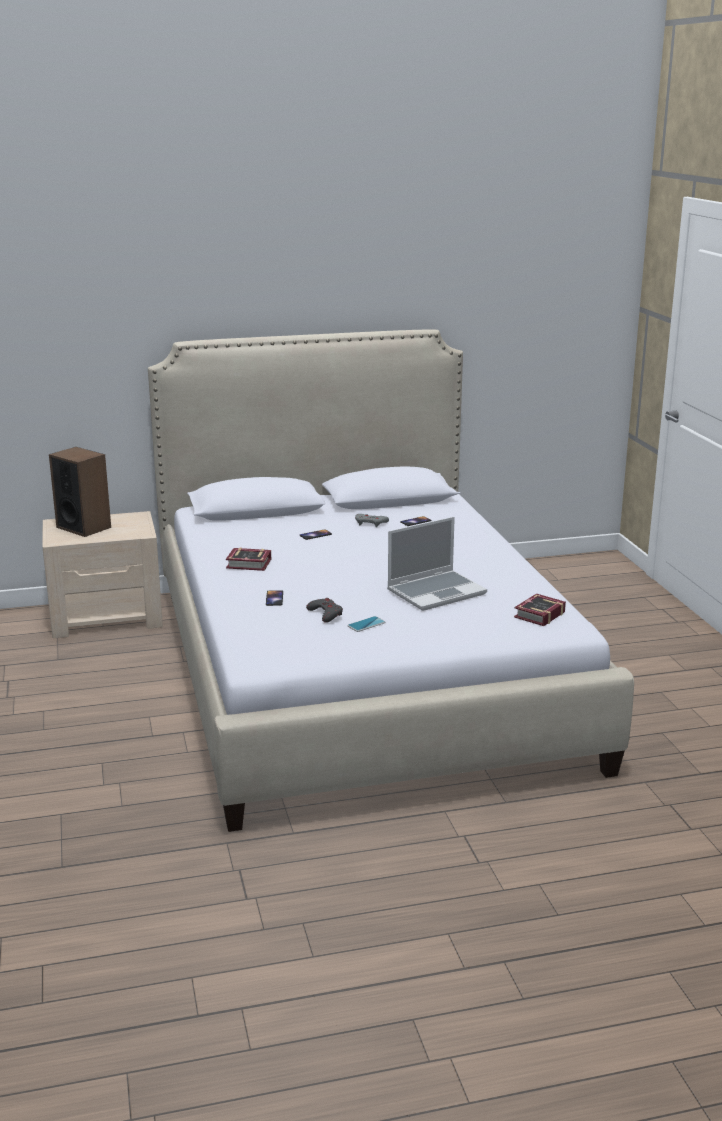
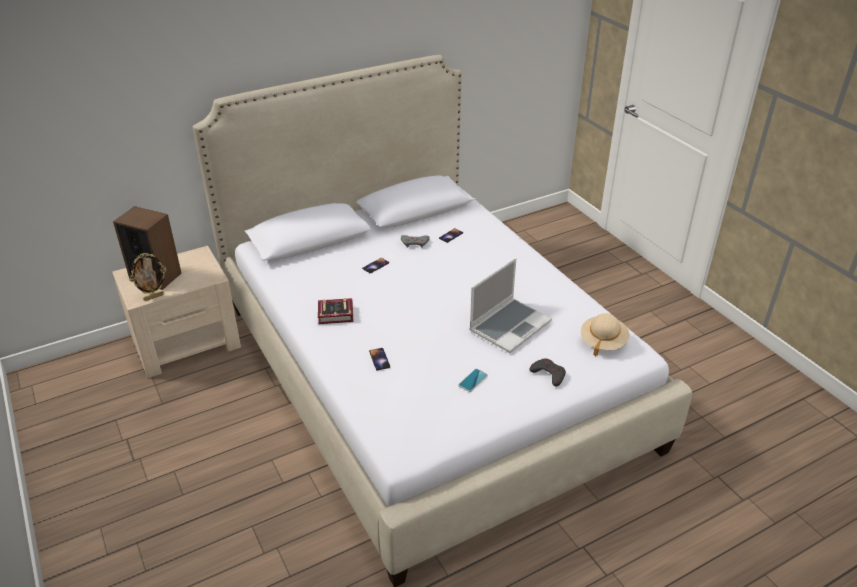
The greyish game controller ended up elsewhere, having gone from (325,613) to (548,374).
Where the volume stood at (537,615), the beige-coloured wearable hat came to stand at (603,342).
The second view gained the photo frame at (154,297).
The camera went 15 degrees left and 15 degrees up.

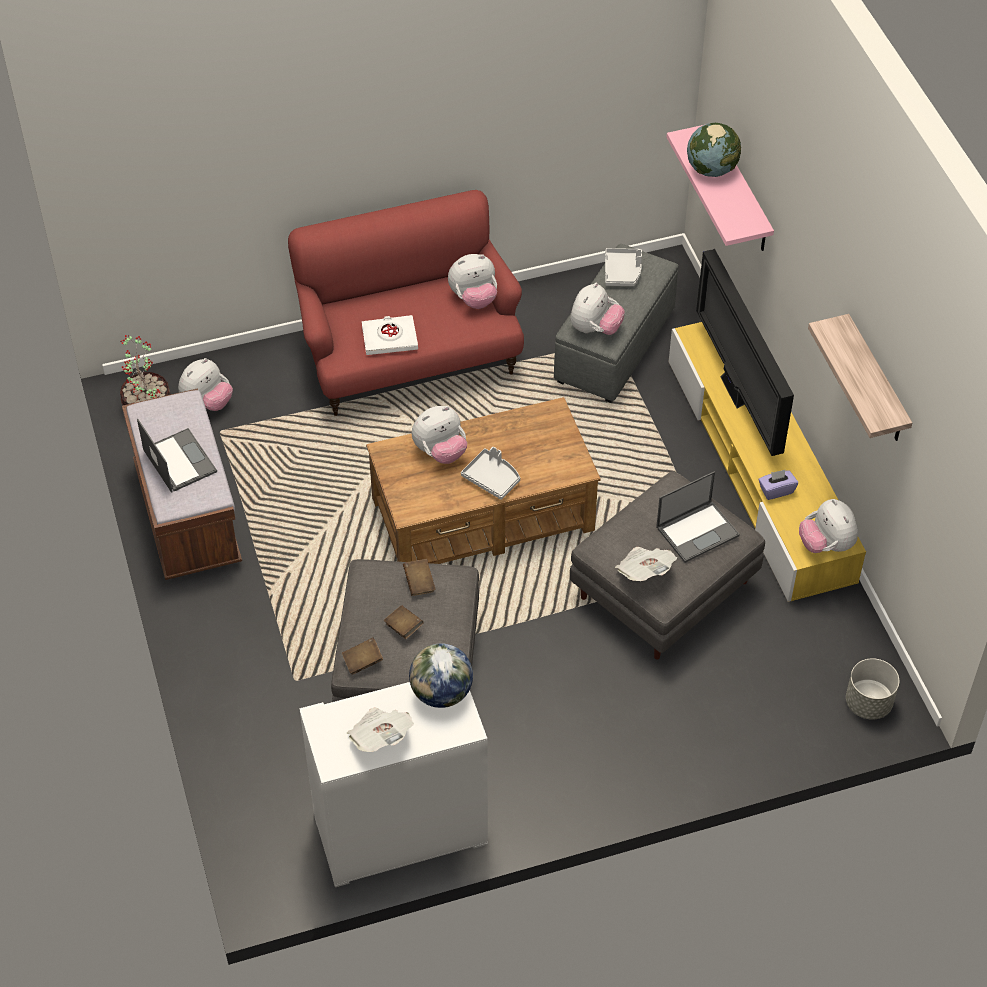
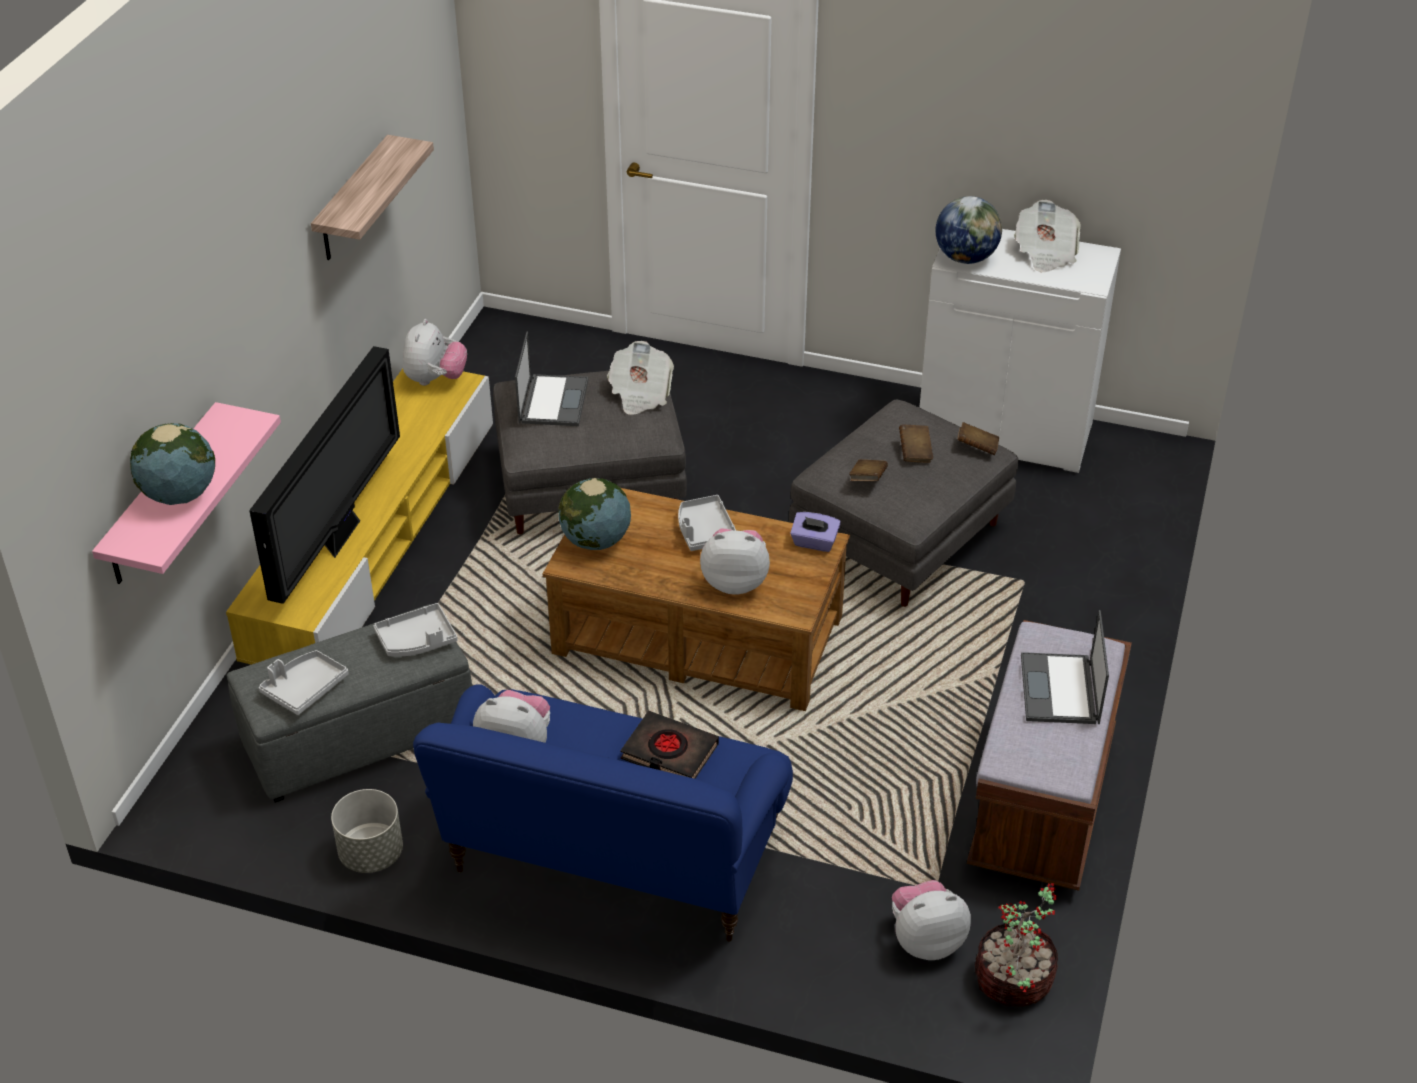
What was the red-coloured sofa at (409,358) turned into the blue sofa at (614,857).
What was the white volume at (390,338) turned into the black-coloured volume at (669,752).
Where the plush toy stood at (595,329), the greyish serving tray came to stand at (417,640).
The notebook computer at (698,531) ended up facing another way, 90 degrees clockwise from before.
The purple tissue holder ended up elsewhere, having gone from (776,490) to (814,543).
The greyish planter ended up elsewhere, having gone from (868,703) to (371,854).
The second view gained the desk globe at (595,541).
The camera went 145 degrees left and 10 degrees down.

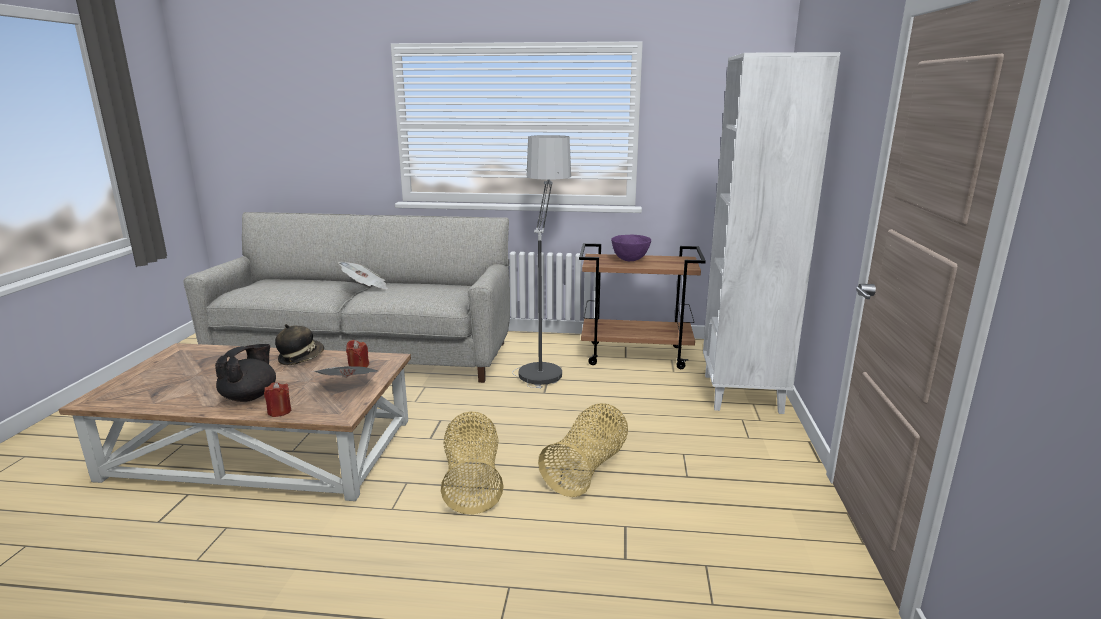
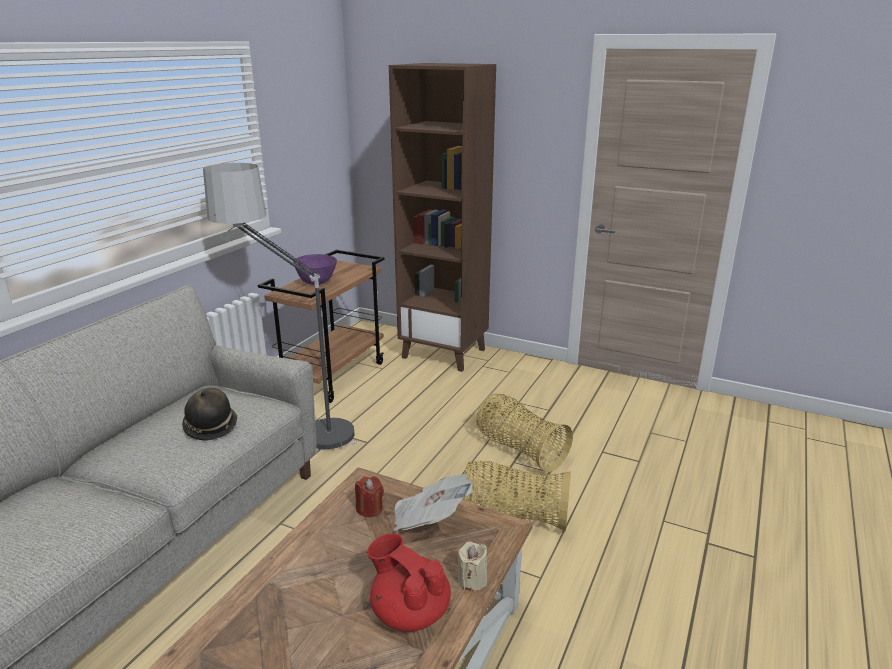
What was the black-coloured tea pot at (250,396) turned into the red-coloured tea pot at (409,611).
What was the red-coloured wax candle at (279,411) turned into the beige-coloured wax candle at (472,580).
The wearable hat ended up elsewhere, having gone from (301,358) to (211,427).
The second view lost the printed paper at (365,287).
What was the white bookshelf at (743,394) turned into the brown-coloured bookshelf at (444,353).
The camera went 70 degrees left and 5 degrees up.

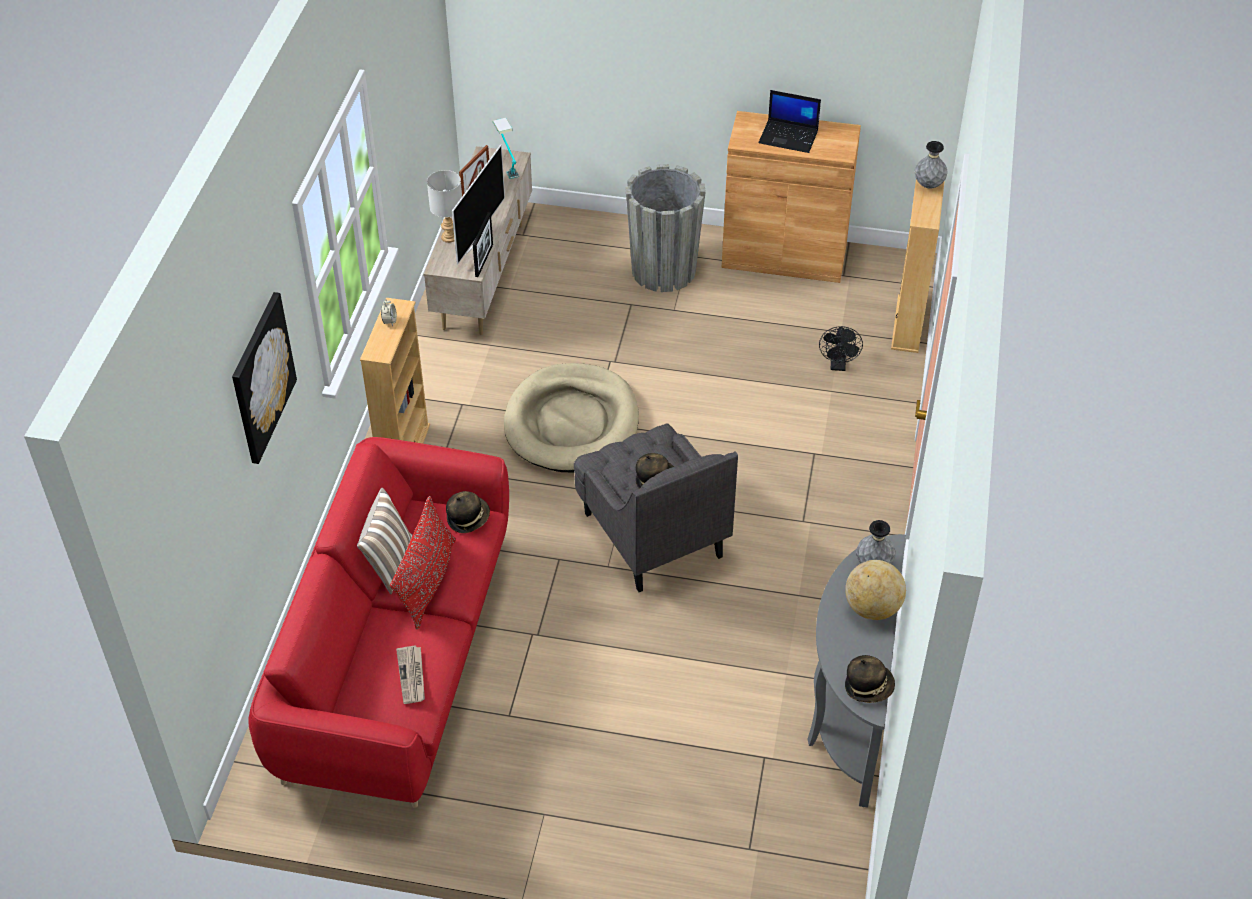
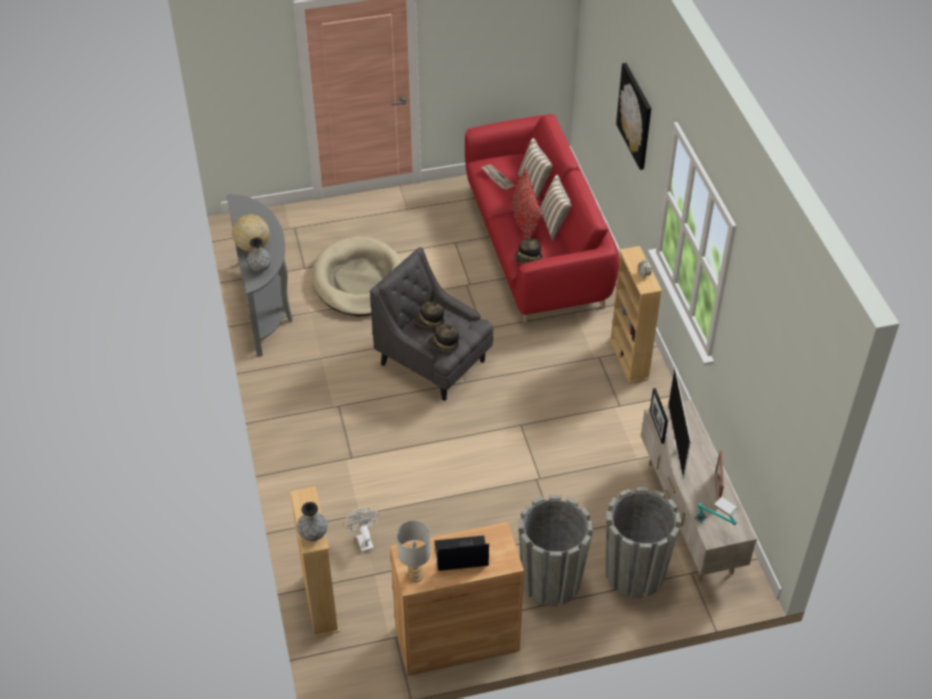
The greyish table lamp ended up elsewhere, having gone from (448,237) to (416,575).
The beige-coloured dog cushion ended up elsewhere, having gone from (572,423) to (359,281).
What was the black-coloured cooling fan at (838,365) turned into the white cooling fan at (363,540).
The wearable hat ended up elsewhere, having gone from (868,686) to (444,345).
The second view gained the cushion at (534,186).
The second view gained the greyish planter at (634,573).
The camera went 155 degrees right and 0 degrees up.

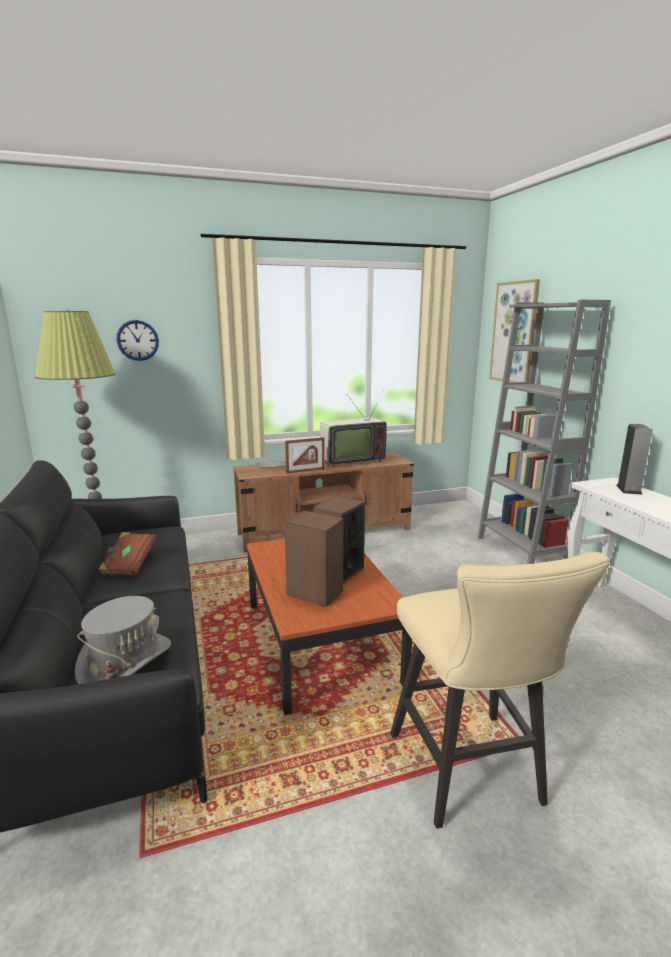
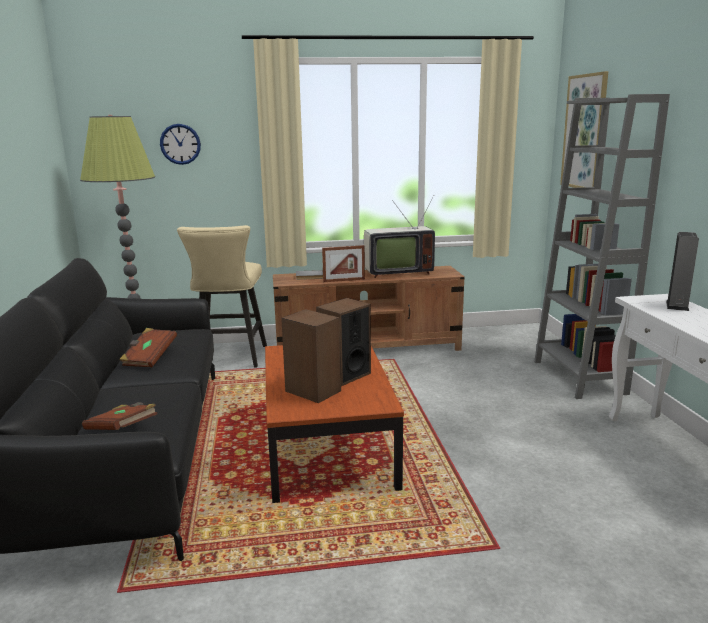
Where the greyish wearable hat stood at (125,661), the brown-coloured volume came to stand at (122,430).
The beige-coloured sitting stool ended up elsewhere, having gone from (470,776) to (230,359).
The camera went 10 degrees right and 0 degrees up.

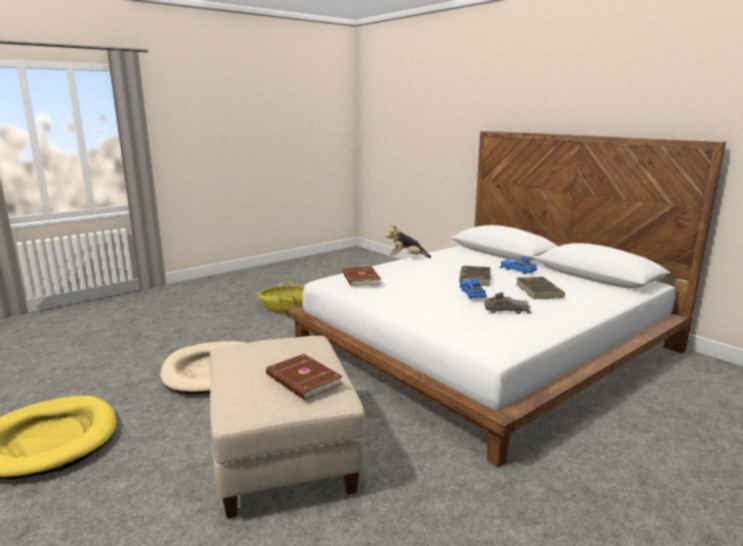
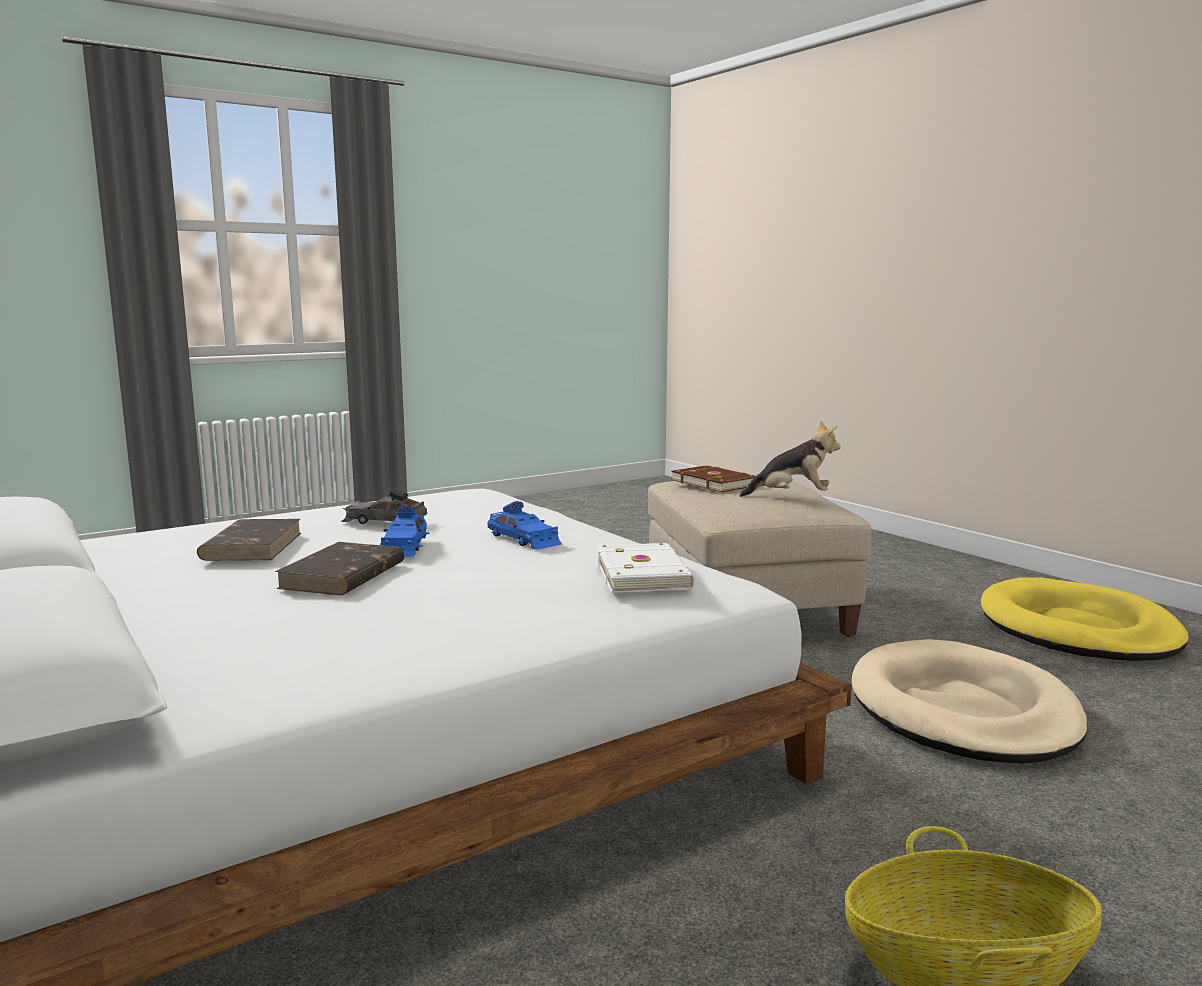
What was the brown-coloured volume at (360,278) turned into the white volume at (644,573).
The plush toy ended up elsewhere, having gone from (406,258) to (792,497).
The blue model car ended up elsewhere, having gone from (517,270) to (523,539).
The camera went 175 degrees left and 5 degrees down.

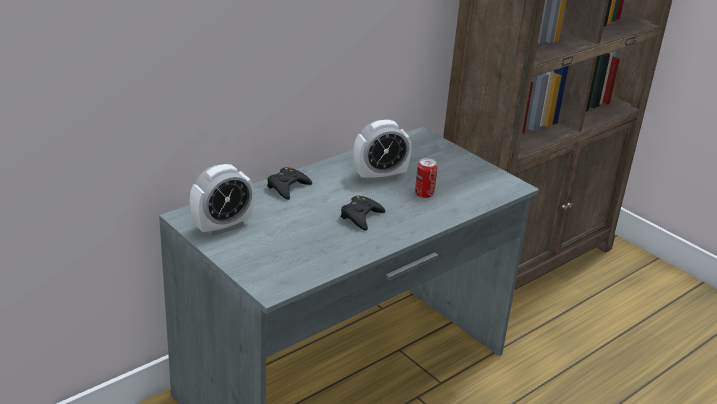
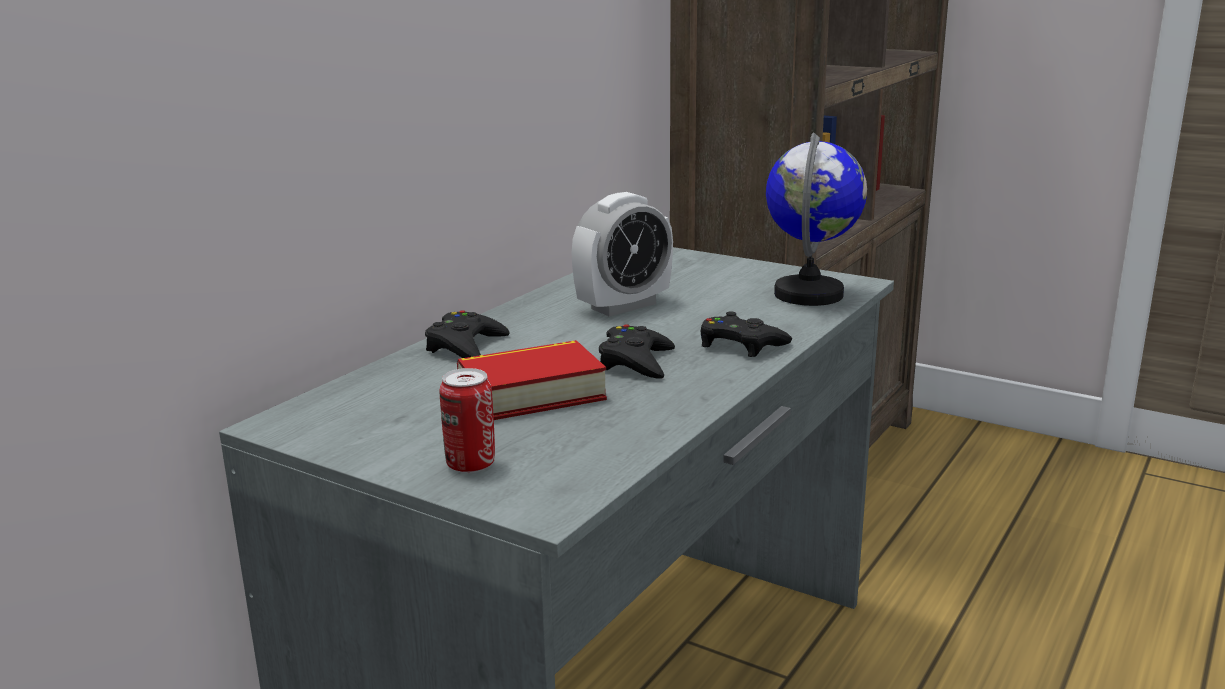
The second view lost the table clock at (222,227).
The can ended up elsewhere, having gone from (424,194) to (470,465).
The second view gained the volume at (531,394).
The second view gained the black-coloured game controller at (740,345).
The second view gained the desk globe at (809,294).
The camera went 15 degrees left and 10 degrees down.

